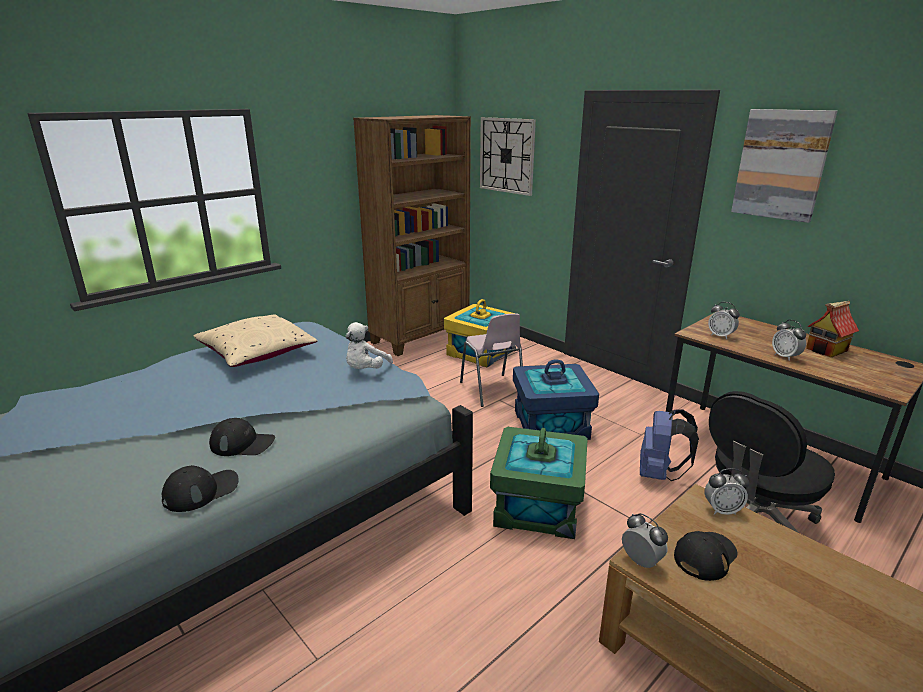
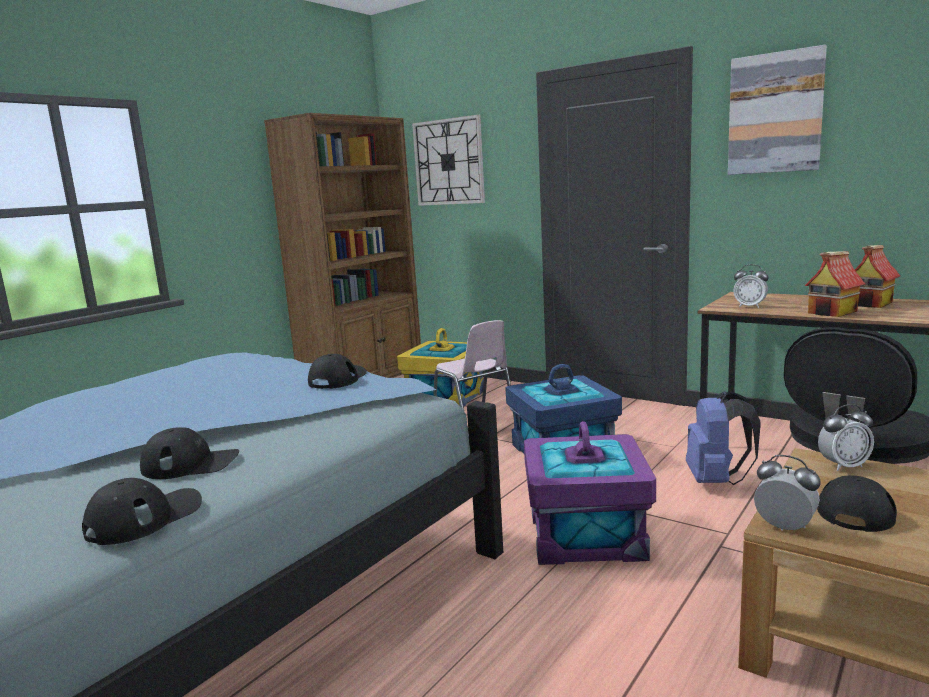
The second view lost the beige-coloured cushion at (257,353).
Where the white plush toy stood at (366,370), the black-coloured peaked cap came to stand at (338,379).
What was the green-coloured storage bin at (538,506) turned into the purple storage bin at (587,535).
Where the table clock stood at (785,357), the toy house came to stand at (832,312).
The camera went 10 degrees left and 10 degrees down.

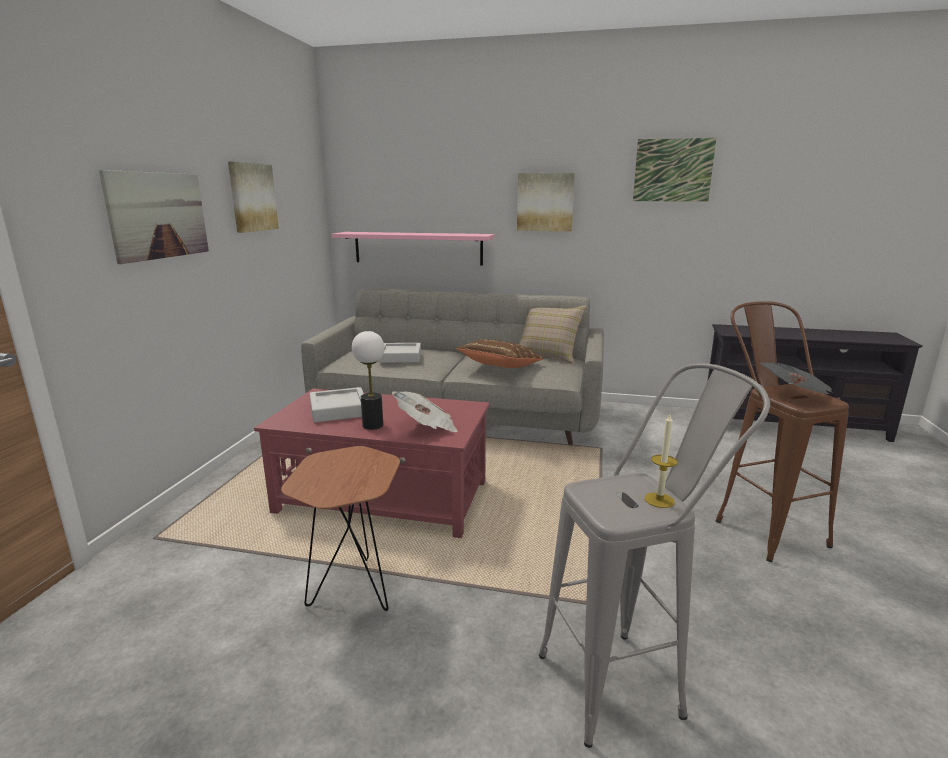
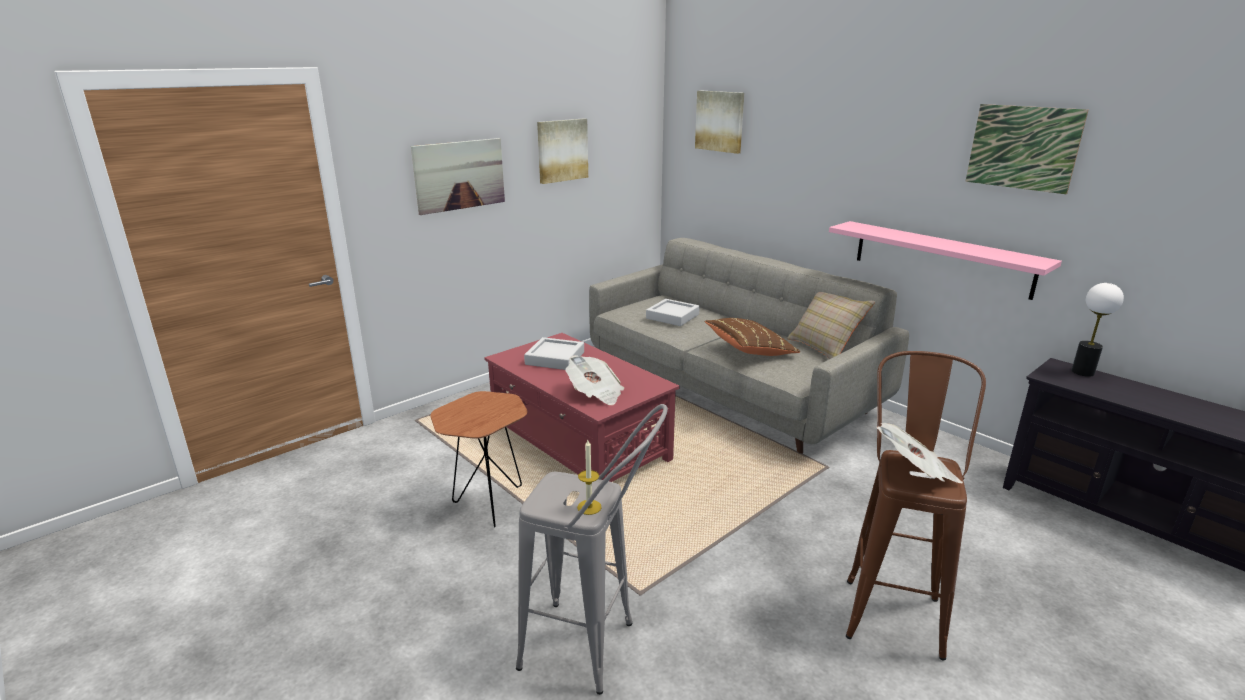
The pinkish bracket shelf ended up elsewhere, having gone from (418,248) to (941,258).
The table lamp ended up elsewhere, having gone from (373,425) to (1082,372).
The wall picture ended up elsewhere, having gone from (545,202) to (720,121).
The camera went 35 degrees right and 5 degrees up.

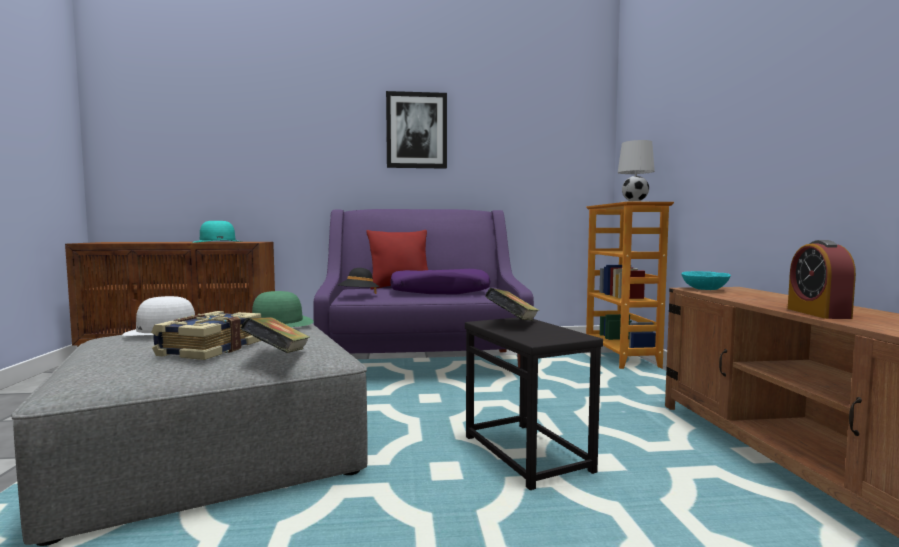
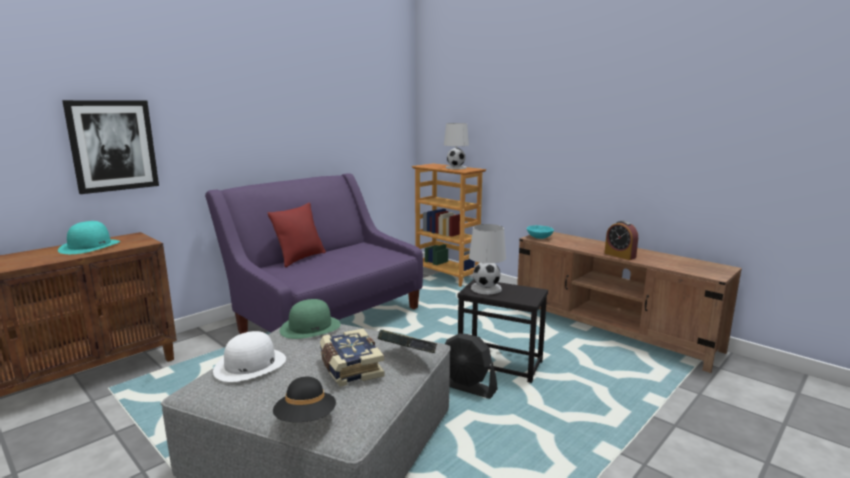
The black-coloured wearable hat ended up elsewhere, having gone from (359,296) to (306,419).
The wall picture ended up elsewhere, having gone from (416,130) to (113,145).
The second view lost the purple cushion at (440,292).
Where the volume stood at (513,324), the white table lamp came to stand at (486,288).
The second view gained the black-coloured cooling fan at (466,387).
The camera went 40 degrees left and 10 degrees up.

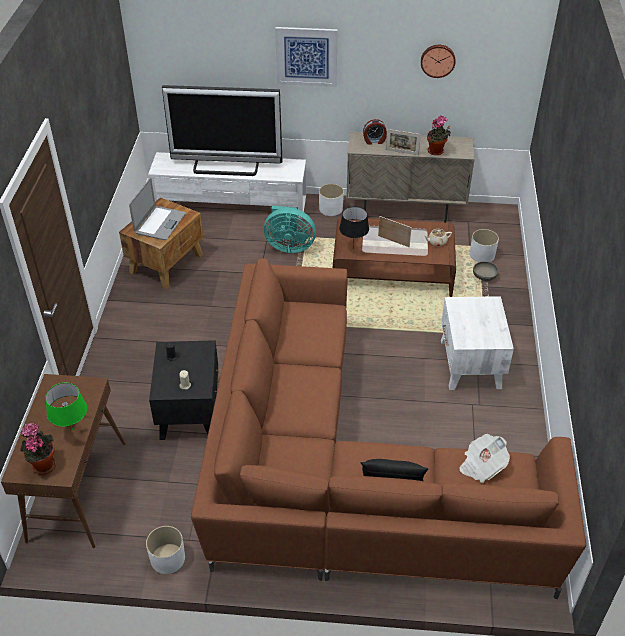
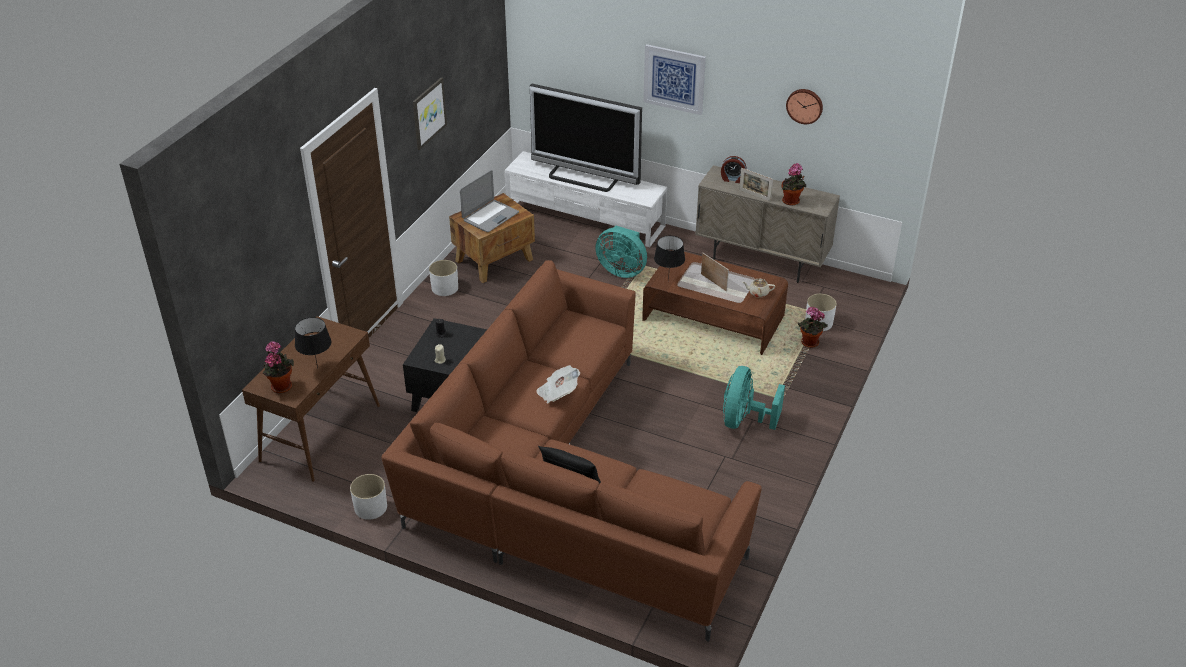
What was the green-coloured table lamp at (74,433) turned into the black-coloured table lamp at (318,368).
The white planter ended up elsewhere, having gone from (330,208) to (445,288).
Where the white side table stood at (470,364), the turquoise-coloured cooling fan came to stand at (744,420).
The printed paper ended up elsewhere, having gone from (482,465) to (558,392).
Where the greyish deep dish stood at (484,276), the plant in a pot came to stand at (809,343).
The second view gained the wall picture at (428,113).
The camera went 20 degrees right and 5 degrees down.

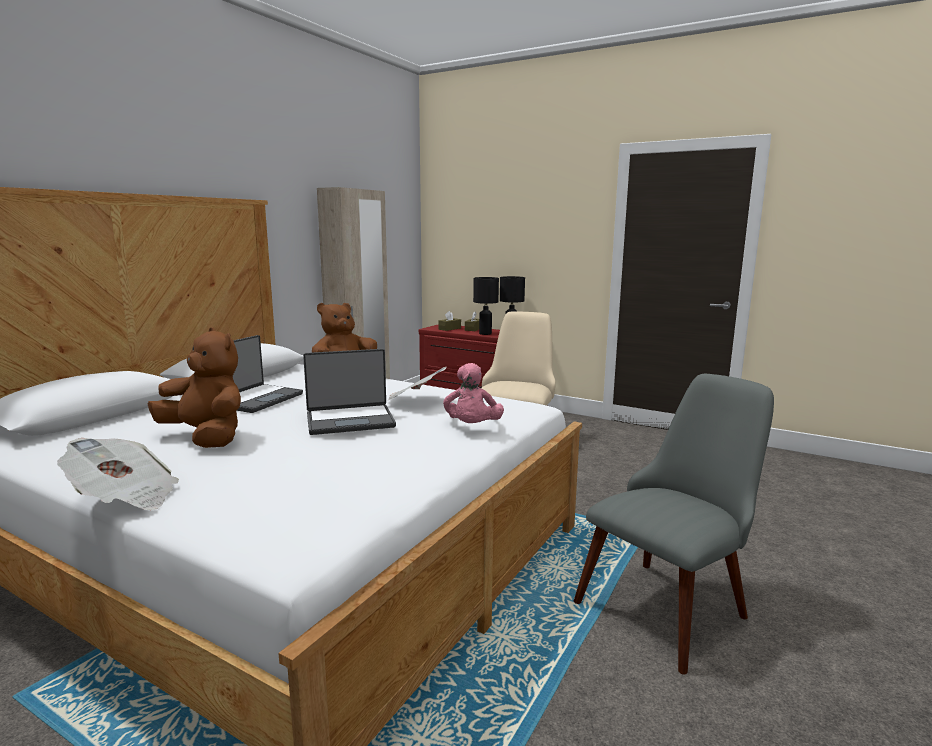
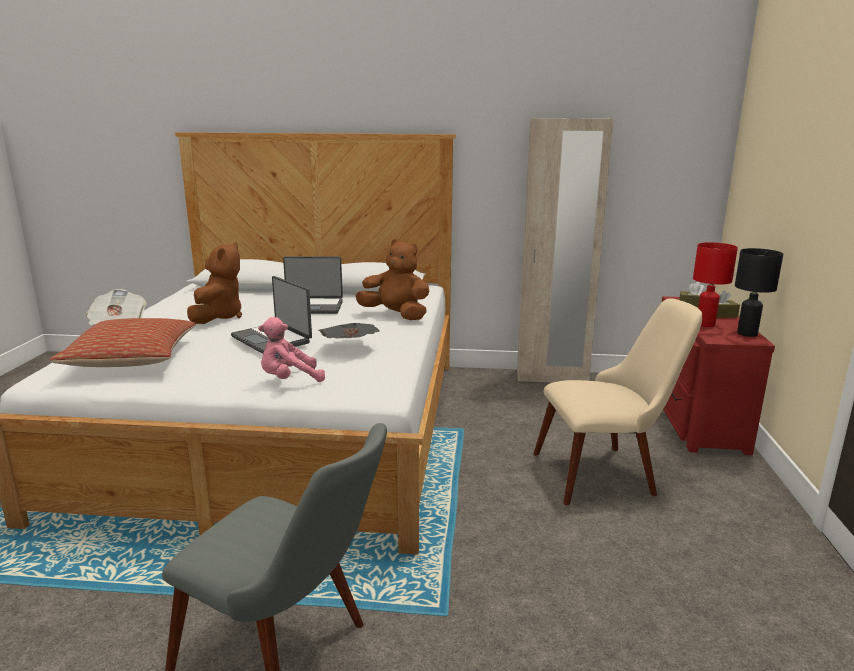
What was the black-coloured table lamp at (485,333) turned into the red-coloured table lamp at (704,324).
The second view gained the cushion at (132,358).
The camera went 65 degrees right and 5 degrees up.

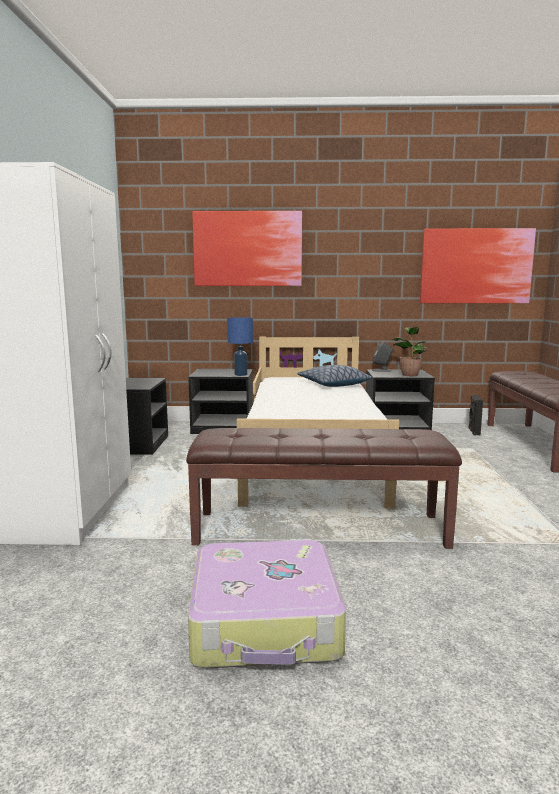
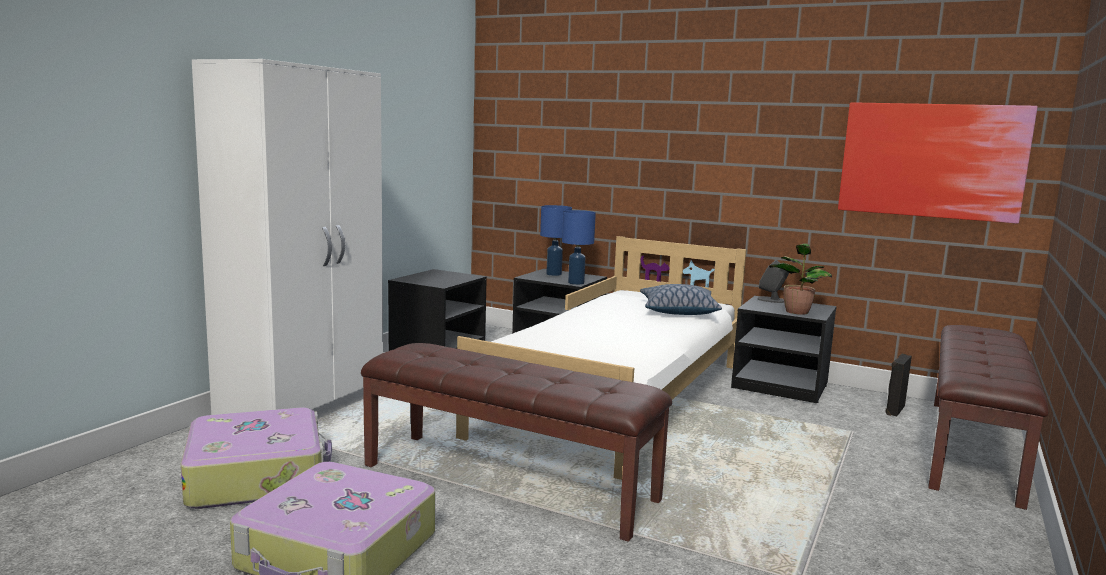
The second view lost the wall picture at (247,249).
The second view gained the piece of luggage at (257,475).
The second view gained the blue table lamp at (553,274).
The camera went 25 degrees right and 0 degrees up.

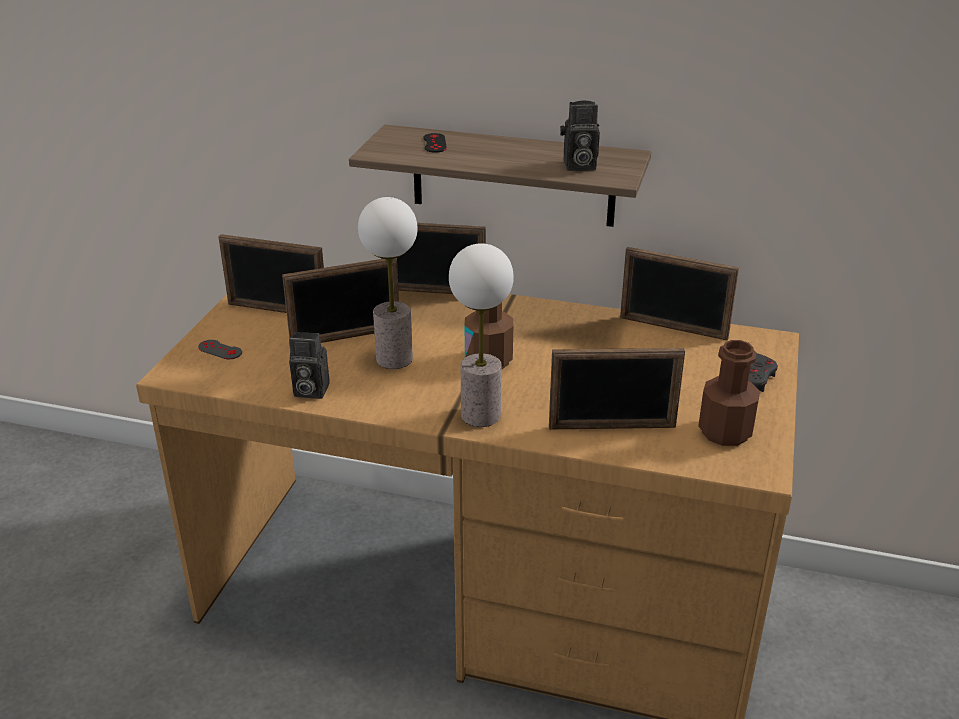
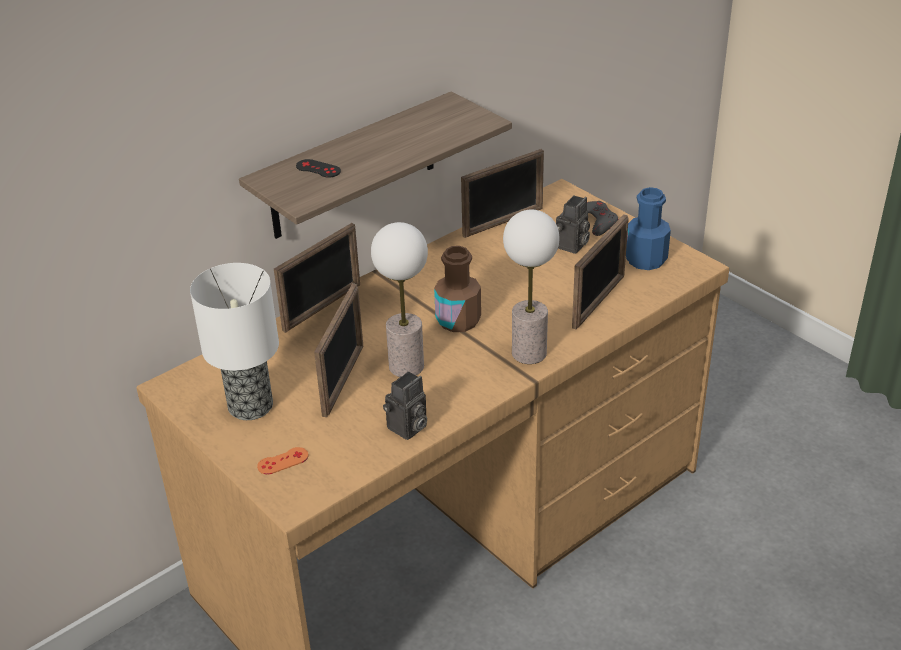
What was the greyish game controller at (220,350) turned into the orangey game controller at (283,461).
Where the photo frame stood at (277,311), the table lamp came to stand at (251,405).
The still camera ended up elsewhere, having gone from (578,166) to (572,246).
What was the brown-coloured drink bottle at (725,432) turned into the blue drink bottle at (645,259).
The camera went 55 degrees left and 5 degrees up.

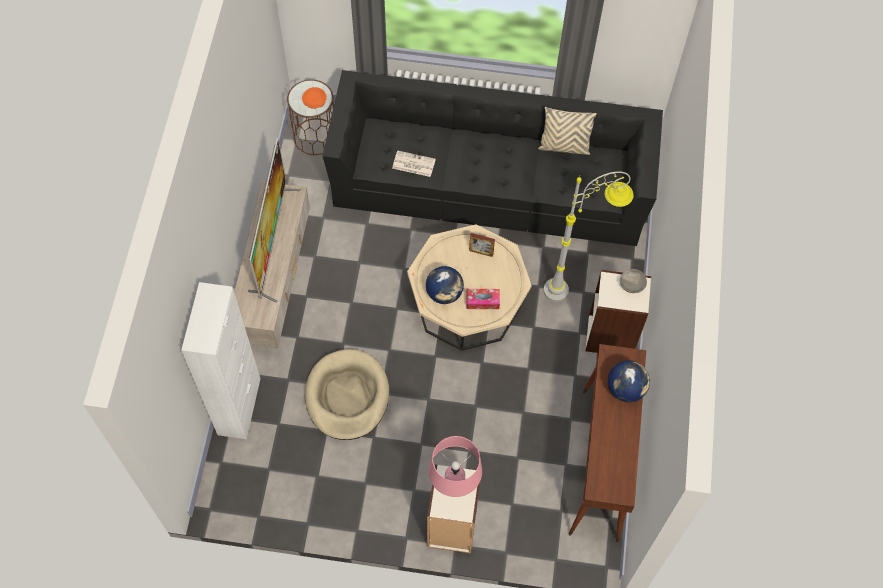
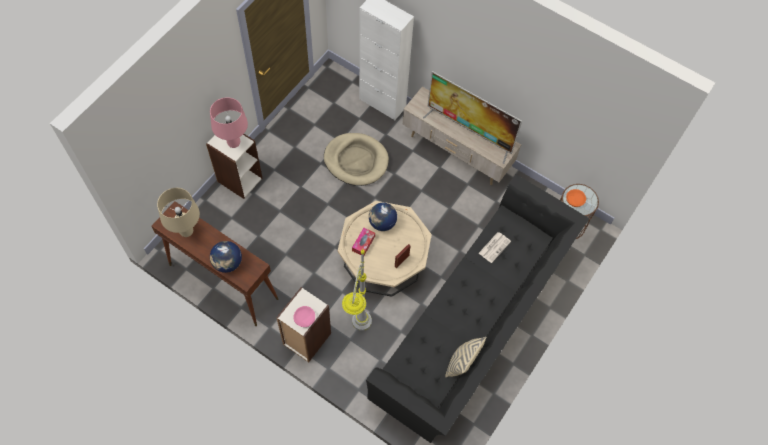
What was the greyish deep dish at (631,285) turned into the pinkish deep dish at (305,318).
The second view gained the beige-coloured table lamp at (186,232).
The camera went 115 degrees right and 0 degrees up.

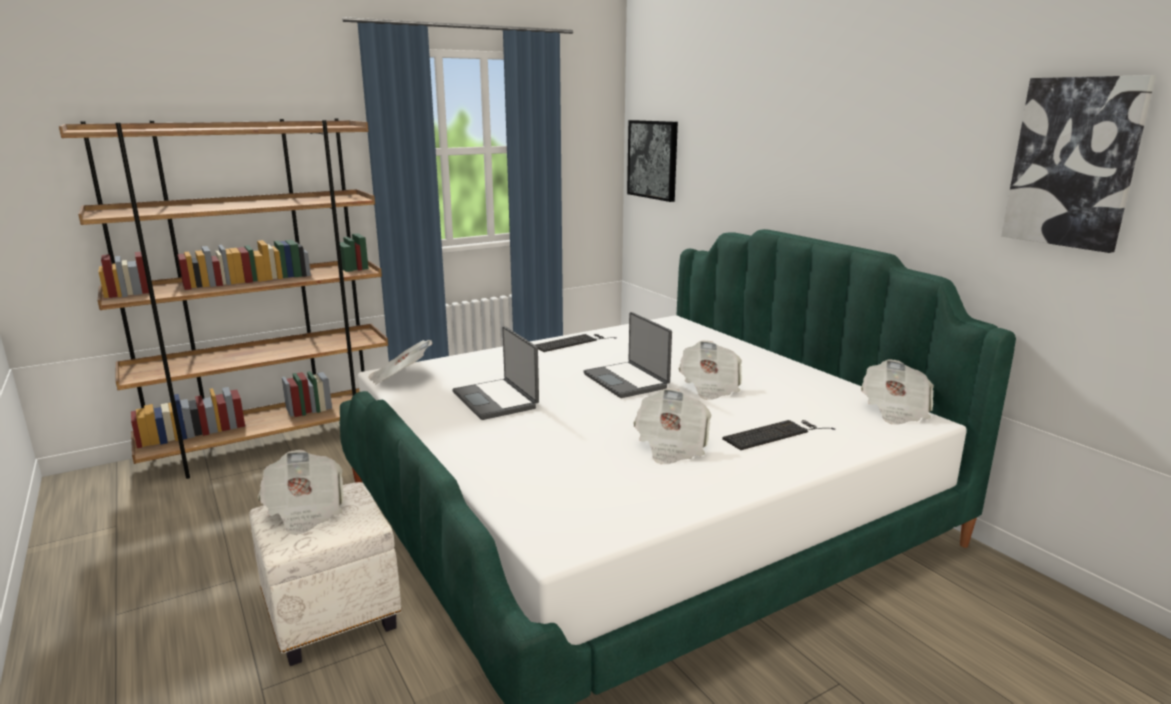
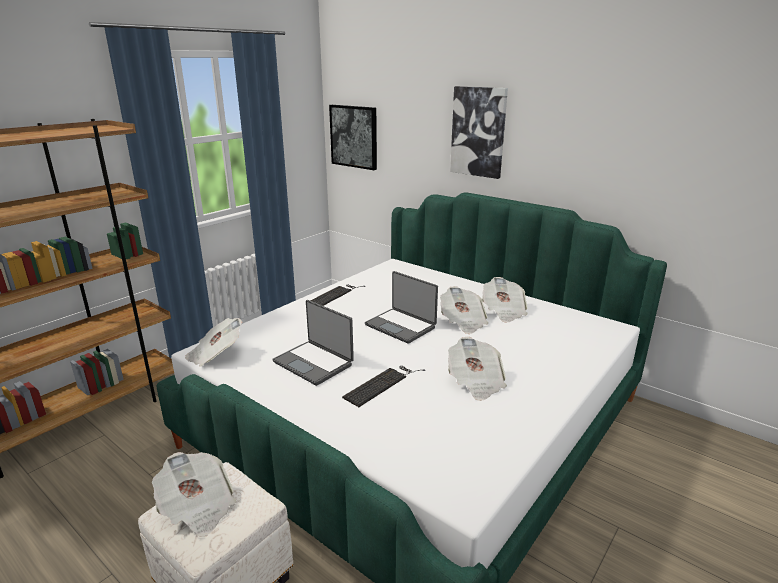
The PC keyboard ended up elsewhere, having gone from (775,434) to (382,384).
The printed paper ended up elsewhere, having gone from (895,410) to (503,311).
The wall picture ended up elsewhere, having gone from (1074,163) to (478,132).
The camera went 20 degrees left and 5 degrees up.

